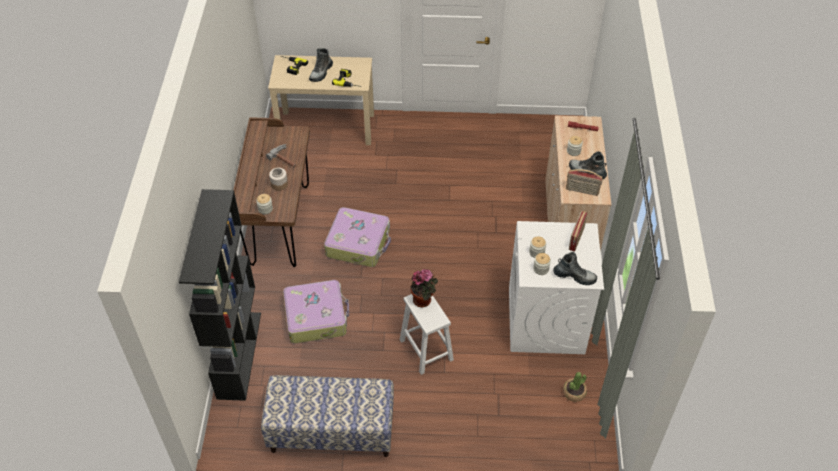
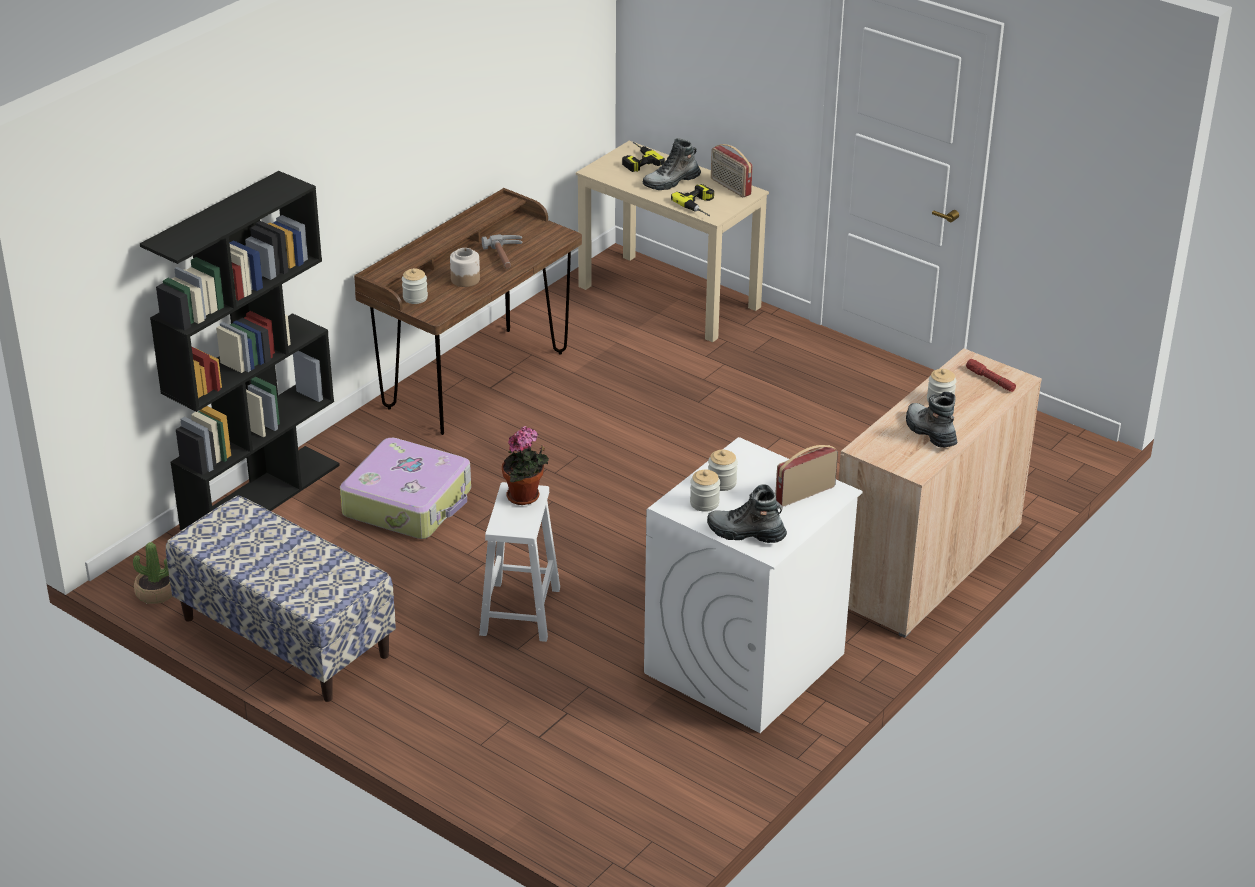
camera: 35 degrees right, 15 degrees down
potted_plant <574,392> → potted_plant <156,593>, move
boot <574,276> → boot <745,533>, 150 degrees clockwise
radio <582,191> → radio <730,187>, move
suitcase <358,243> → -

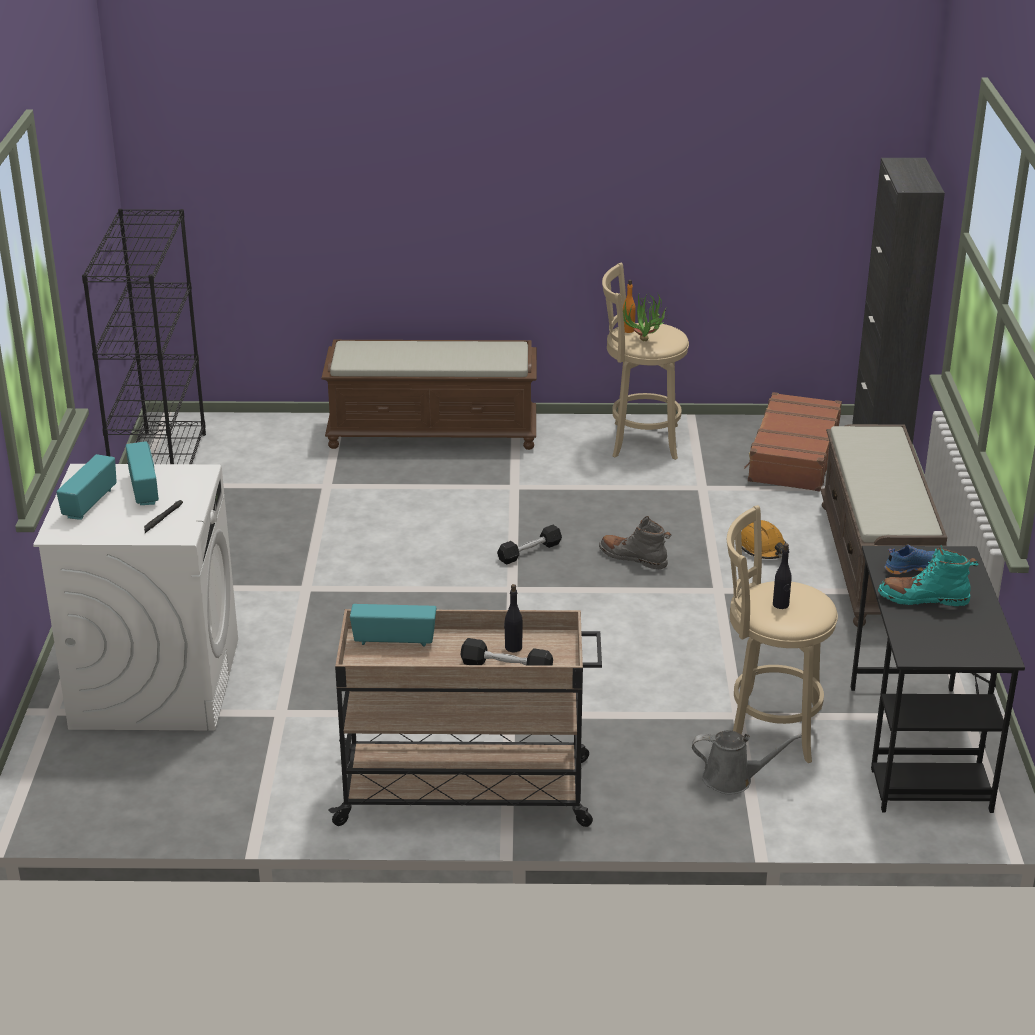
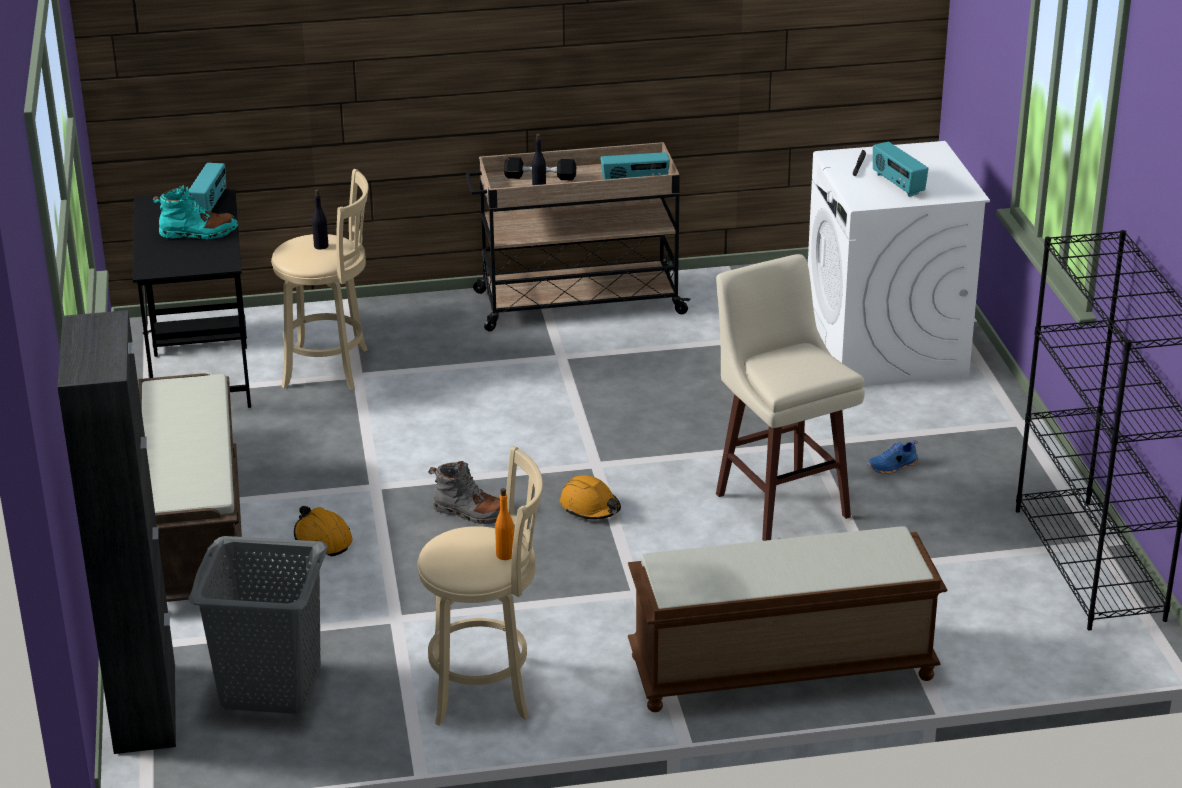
camera: 170 degrees right, 0 degrees up
brown_suitcase <792,456> → grey_laundry_basket <270,686>
radio <89,503> → radio <210,204>, move
black_dumbbell <529,552> → orange_hard_hat <590,507>
- → beige_stool <781,503>
blue_shoe <912,567> → blue_shoe <892,467>, move
potted_plant <644,344> → -
grey_watering_can <732,779> → -

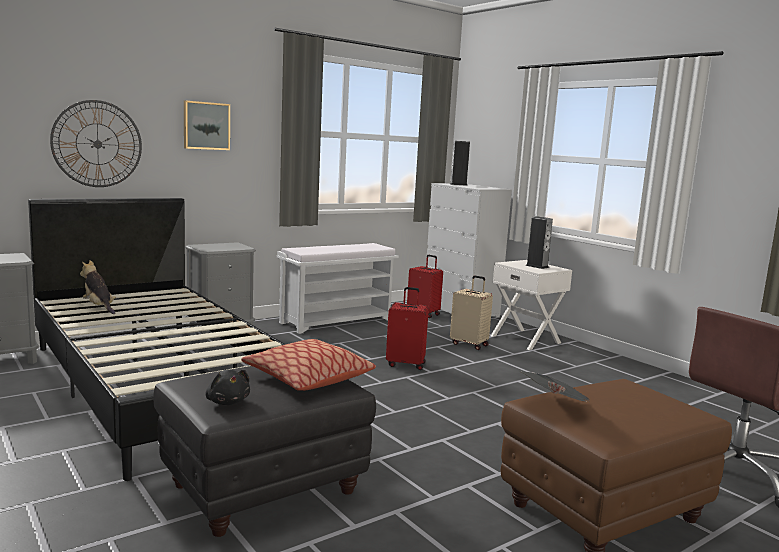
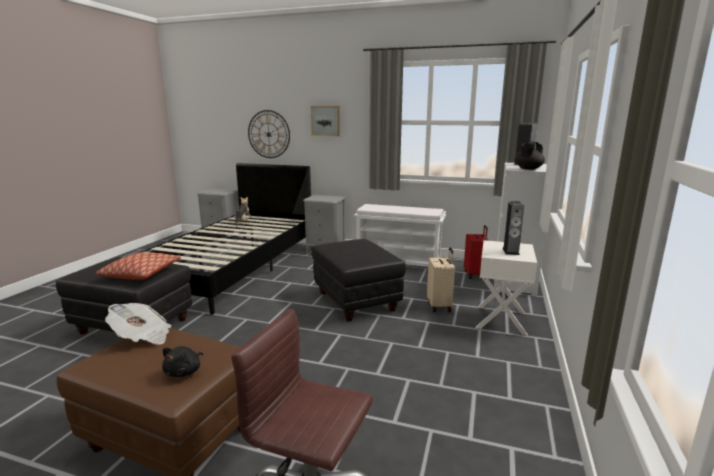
camera: 55 degrees right, 5 degrees up
black_plush_toy <227,402> → black_plush_toy <184,372>, move
red_suitcase <406,364> → black_ottoman <356,301>
- → black_teapot <528,169>

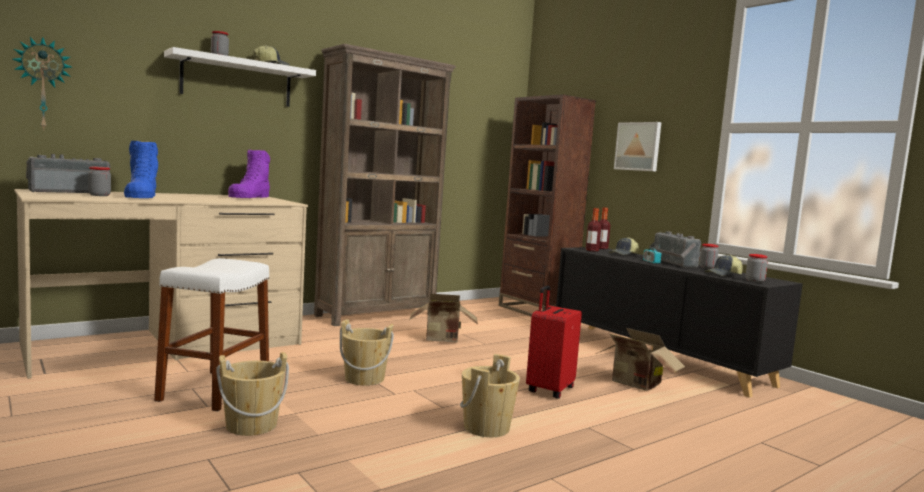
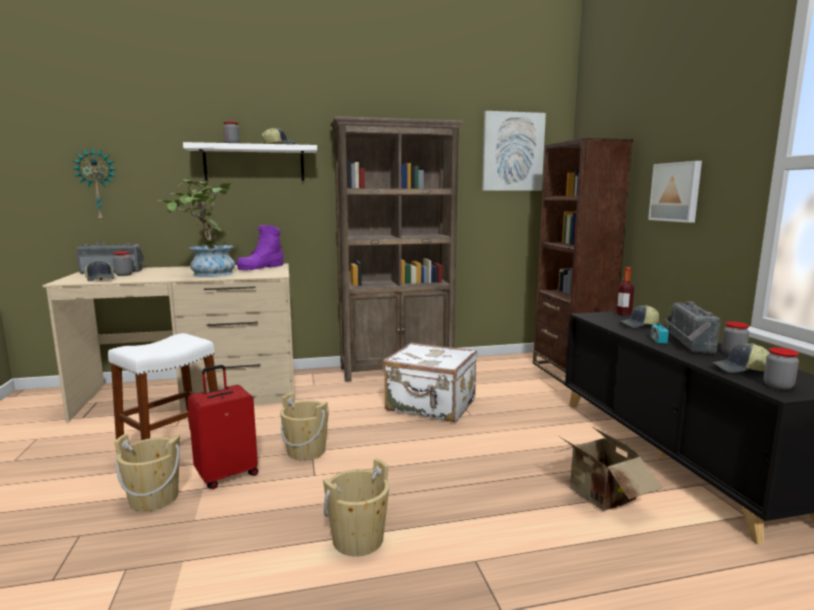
camera: 25 degrees right, 5 degrees up
- → cap <101,279>
- → potted_plant <206,274>
red_suitcase <549,390> → red_suitcase <227,475>, move
cardboard_box <443,339> → white_suitcase <431,406>
- → picture <512,152>
blue_boot <141,196> → -
bottle <592,250> → -

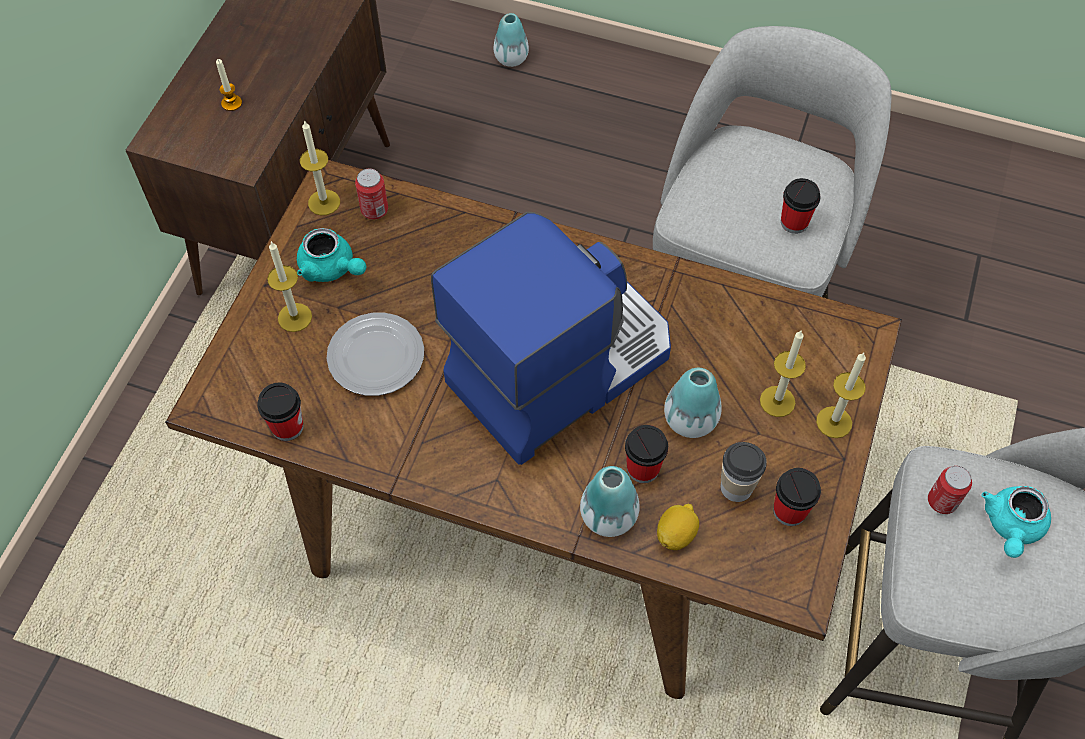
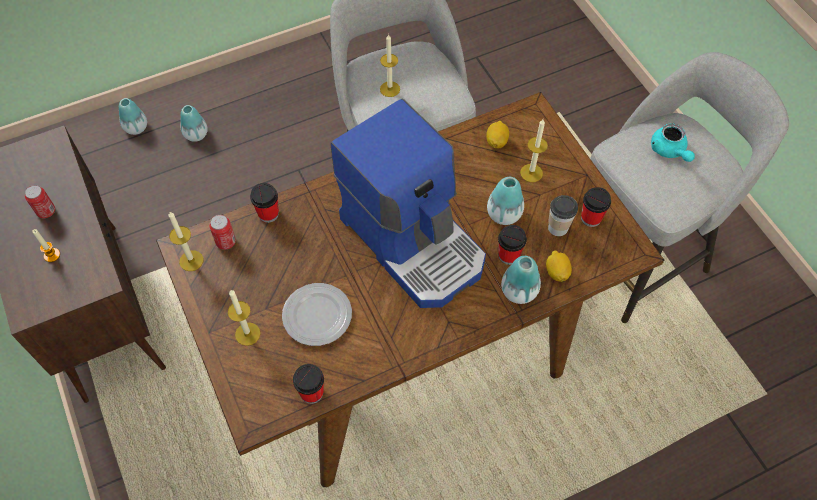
camera: 45 degrees left, 0 degrees up
can <942,501> → can <46,211>, move
- → vase <196,134>
cup <794,222> → cup <268,214>, move
coffee_machine <559,365> → coffee_machine <415,241>, 135 degrees clockwise
candle <834,422> → candle <390,89>, move
- → lemon <496,141>
turquoise_teapot <331,269> → -

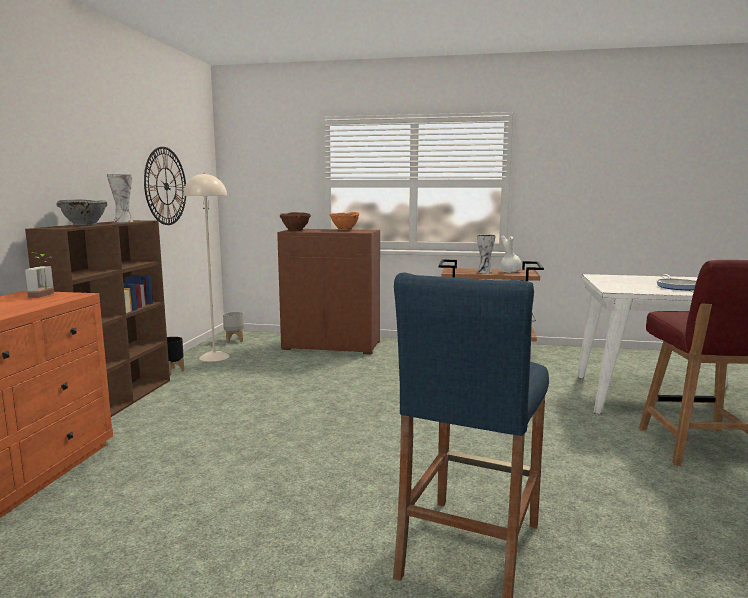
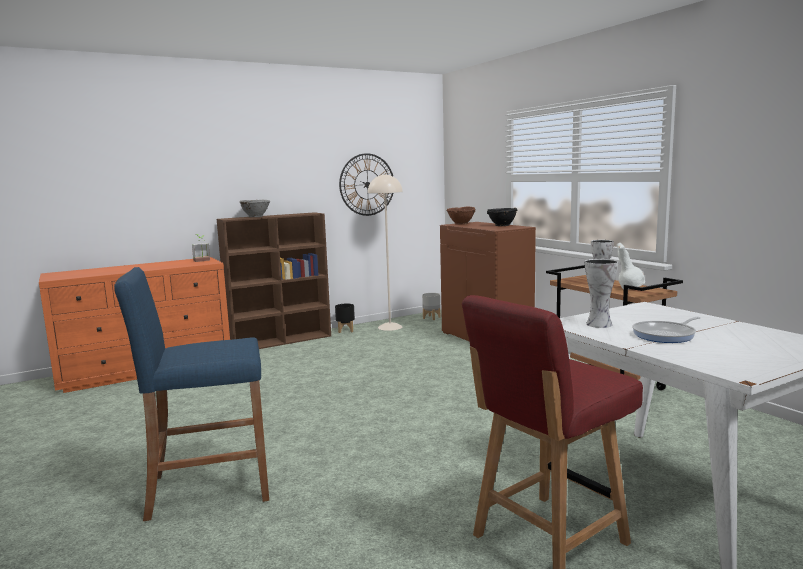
camera: 50 degrees right, 0 degrees up
orange_bowl <344,230> → black_bowl <502,225>
vase <123,221> → vase <598,324>, move

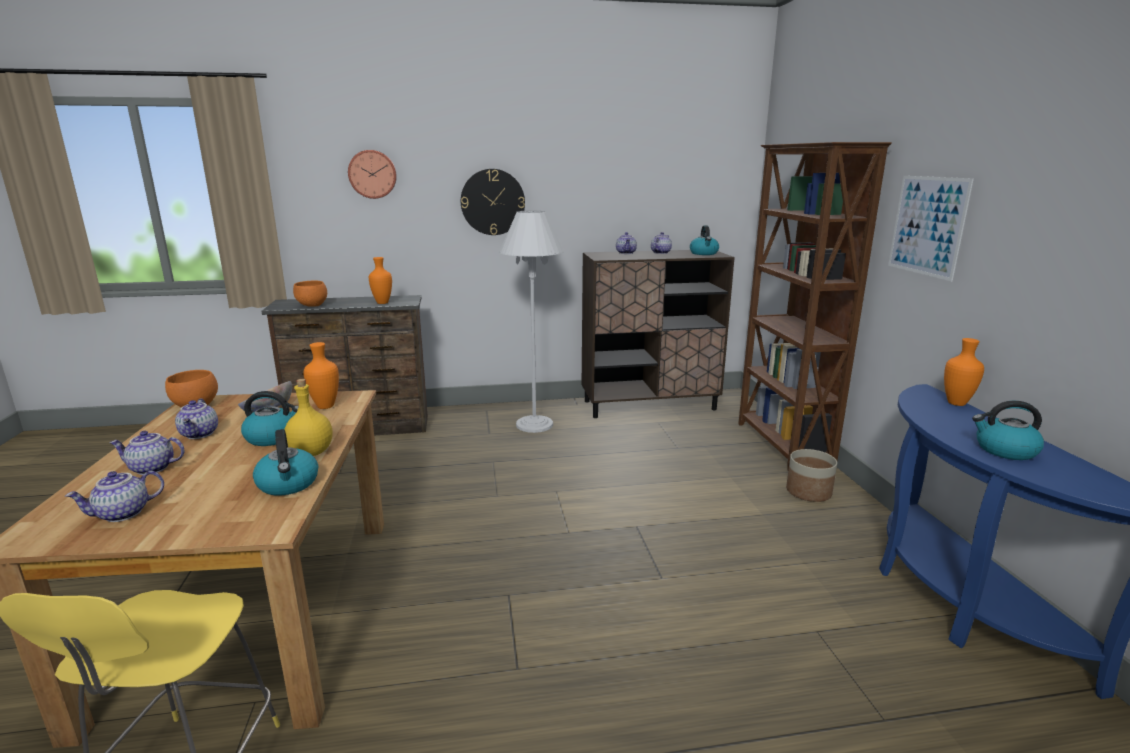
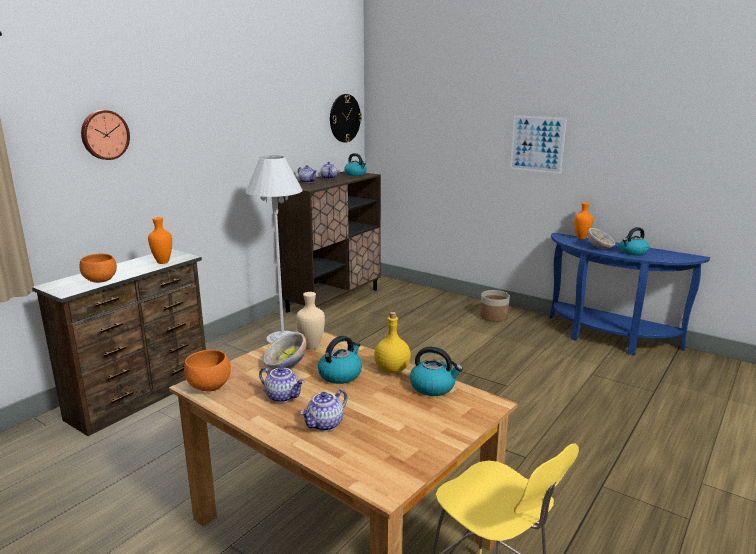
camera: 45 degrees left, 0 degrees up
orange_vase <324,406> → beige_vase <311,347>
wall_clock <492,202> → wall_clock <344,118>, move
- → bowl <600,248>
teapot <122,514> → -
brown_bookcase <782,445> → -

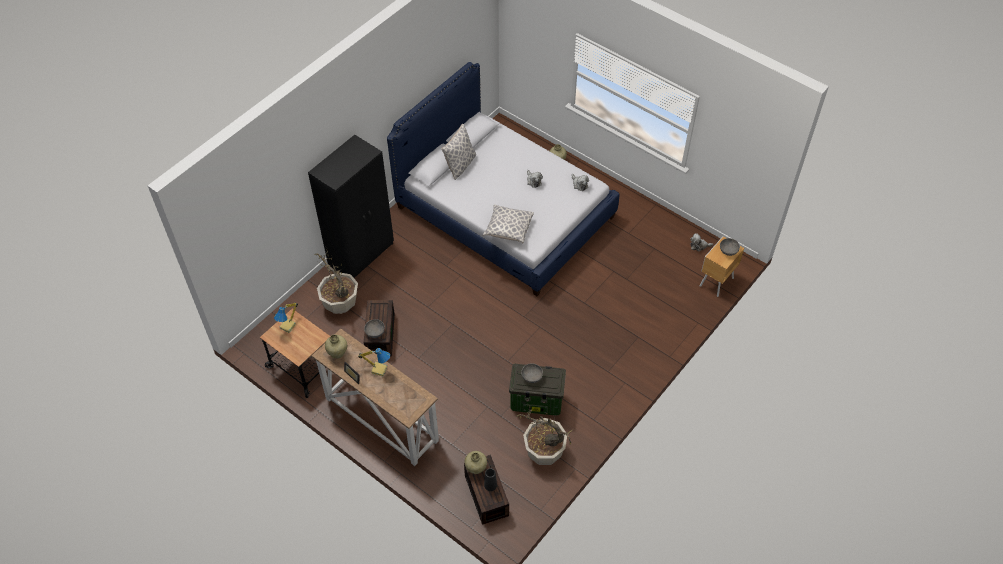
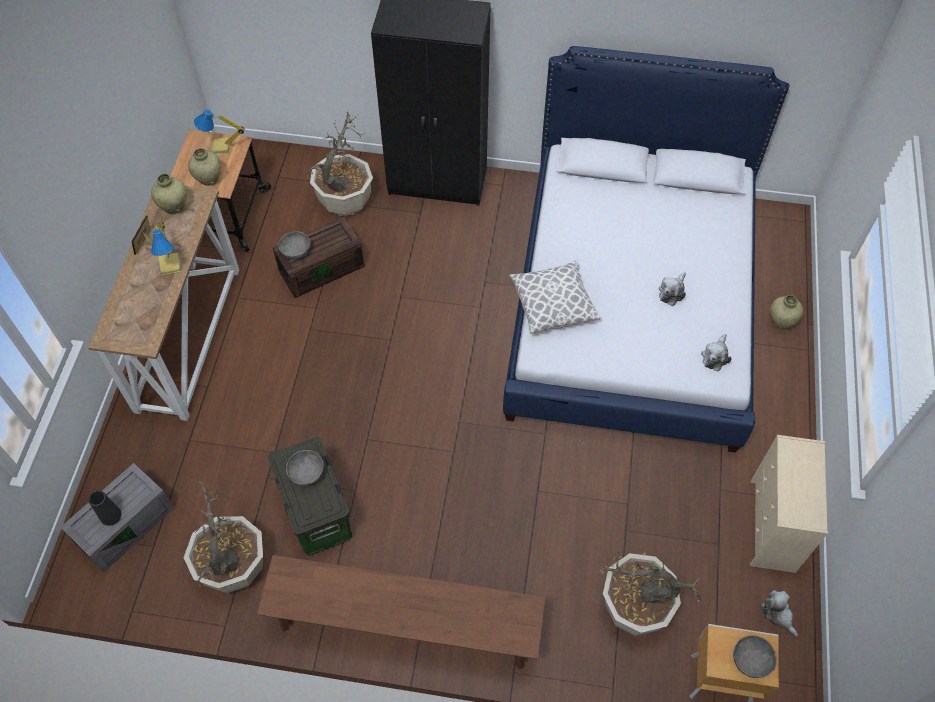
camera: 60 degrees right, 5 degrees up
brown_storage_box <485,495> → grey_storage_box <125,524>
beige_vase <476,468> → beige_vase <209,179>, move
- → brown_bench <405,626>
- → potted_plant <634,607>
- → beige_dresser <772,526>
pillow <460,165> → -

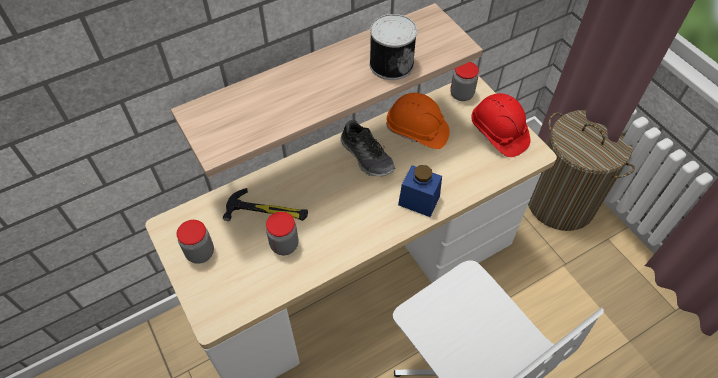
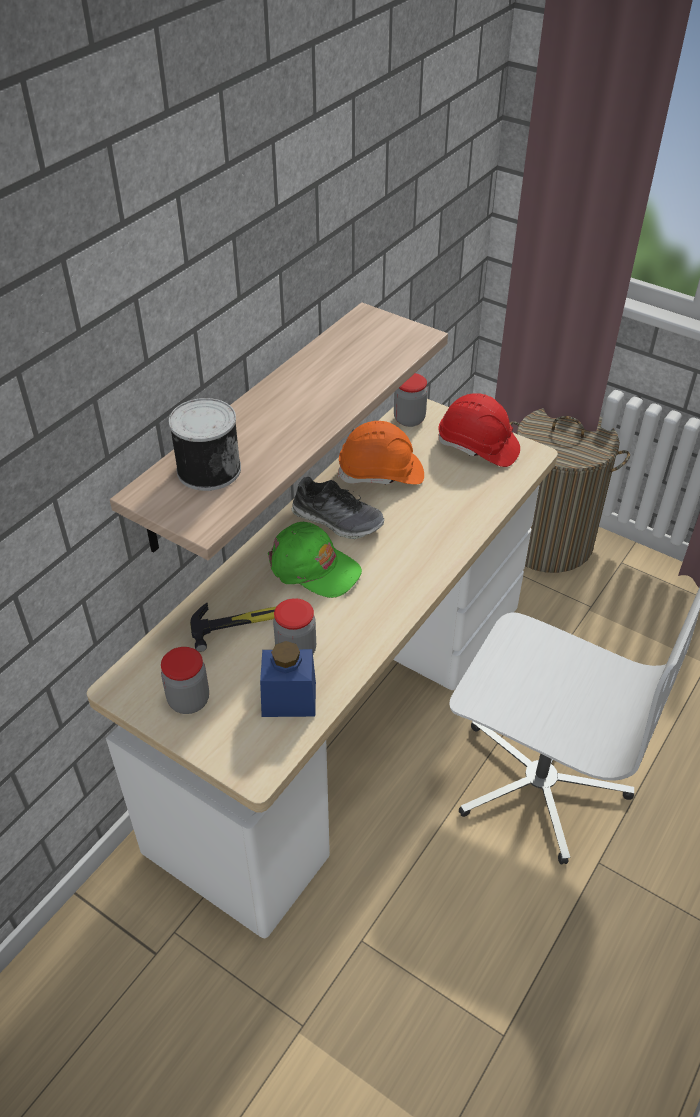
camera: 25 degrees left, 10 degrees down
can <390,63> → can <207,469>, move
blue_jar <419,200> → blue_jar <289,699>, move
- → green_cap <314,568>

